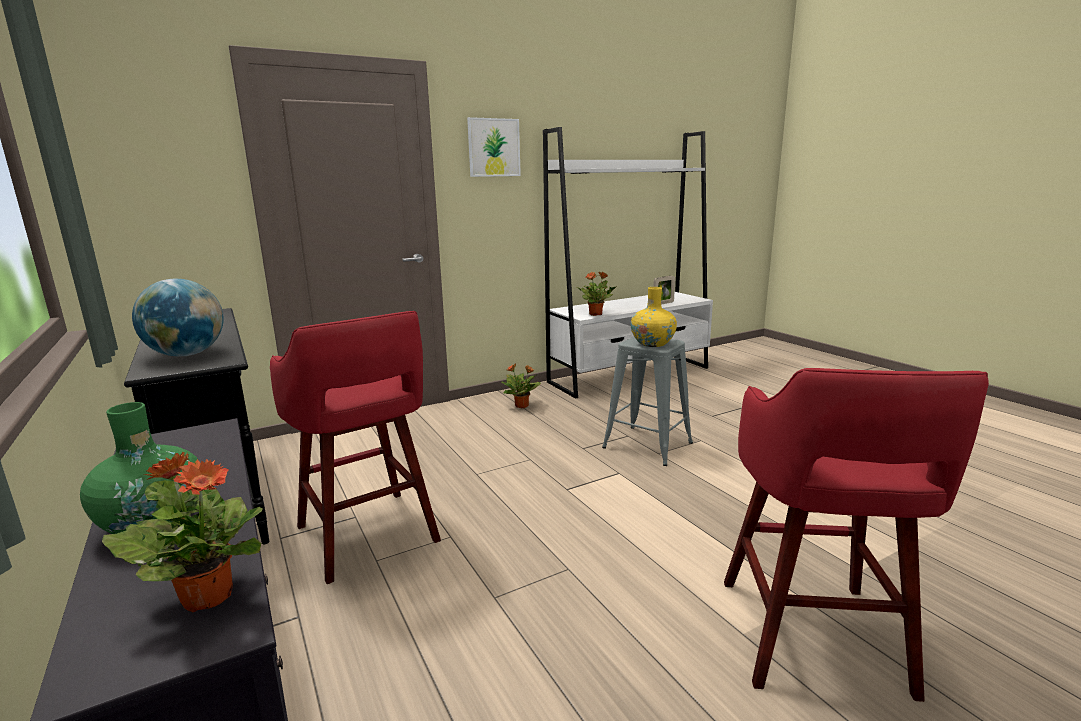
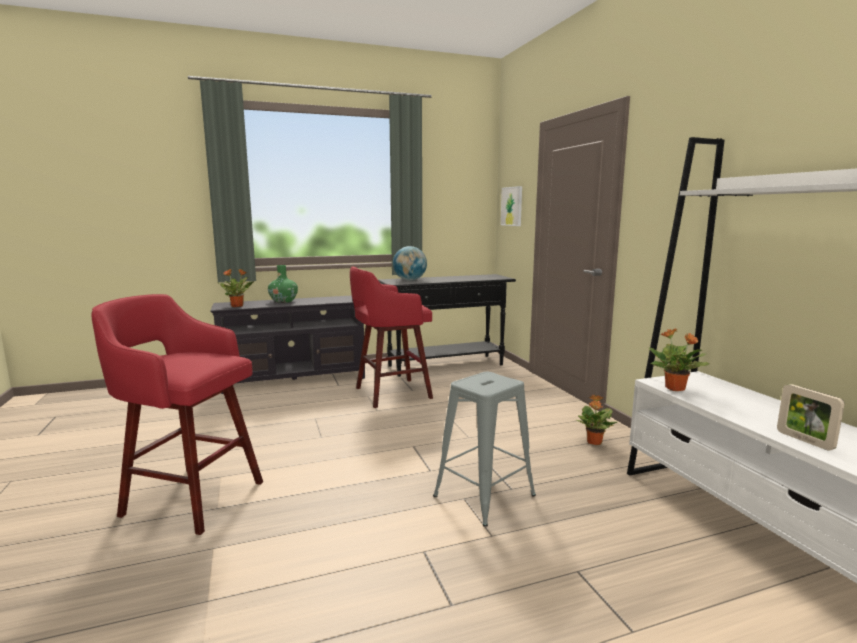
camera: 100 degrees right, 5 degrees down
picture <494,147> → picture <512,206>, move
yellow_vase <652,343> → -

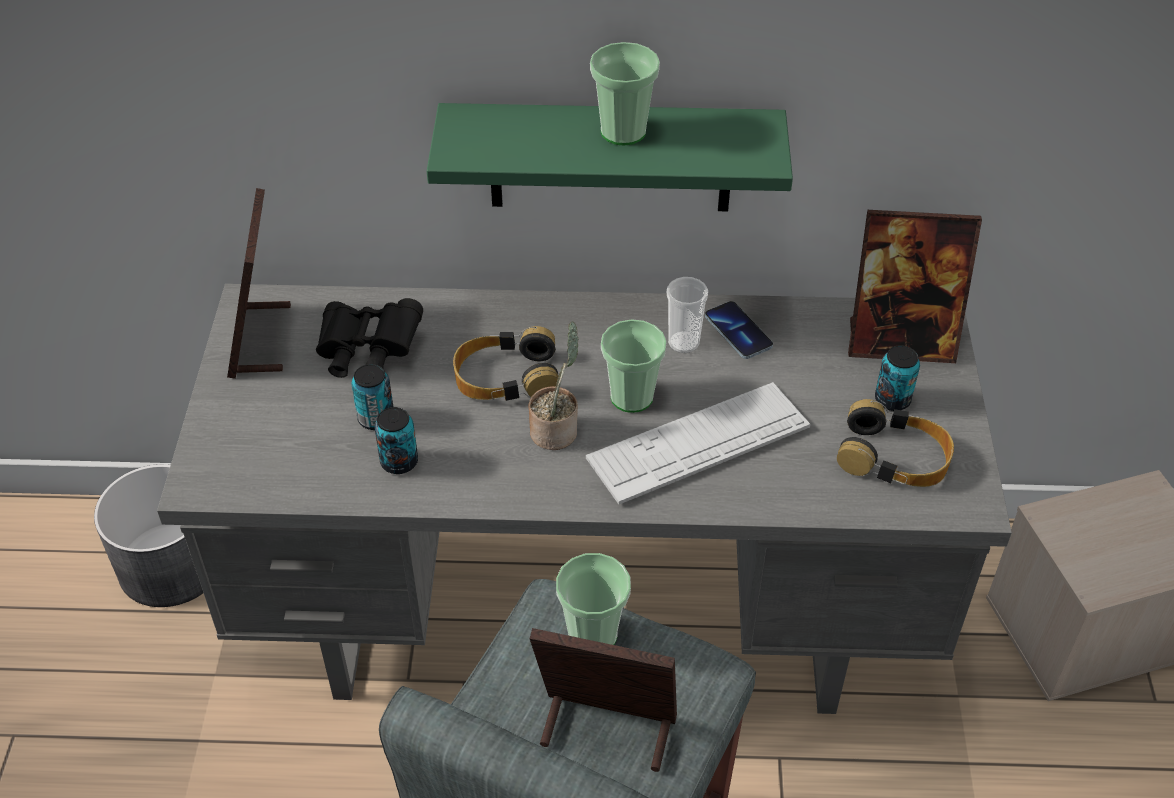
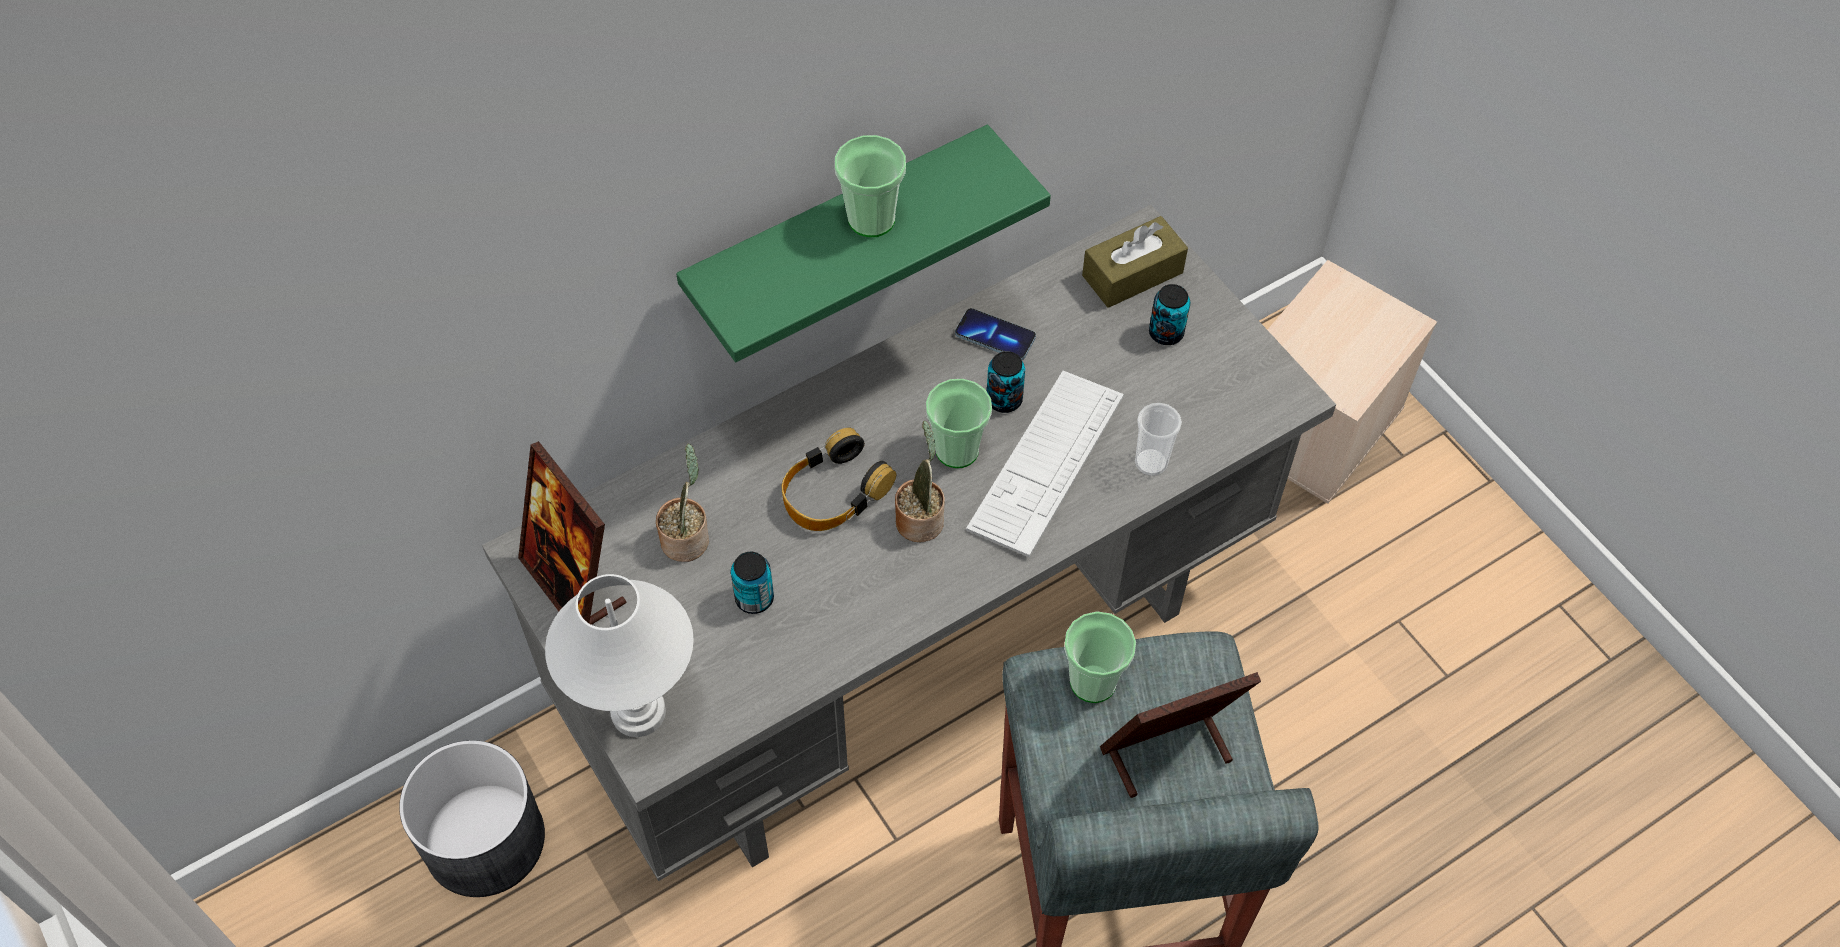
camera: 35 degrees left, 10 degrees up
- → white_table_lamp <639,711>
black_binoculars <367,352> → potted_plant <687,538>
can <399,462> → can <1004,400>, move
picture_frame <900,342> → brown_tissue_box <1132,274>
cup <683,343> → cup <1151,462>, move
headphones <894,457> → -

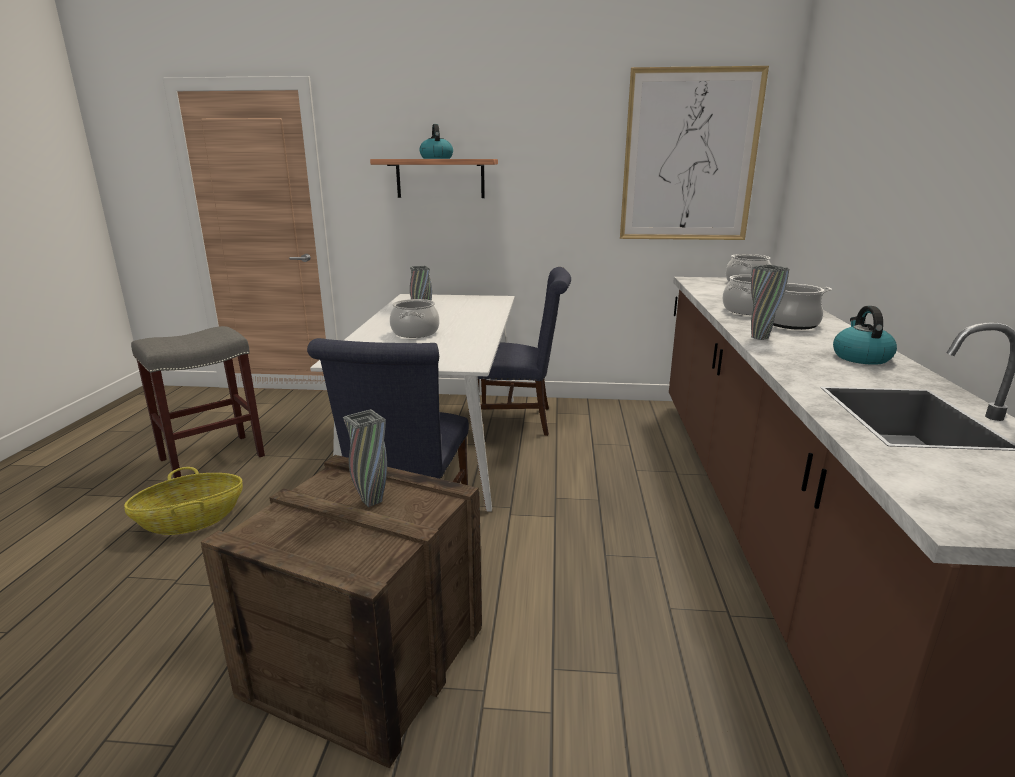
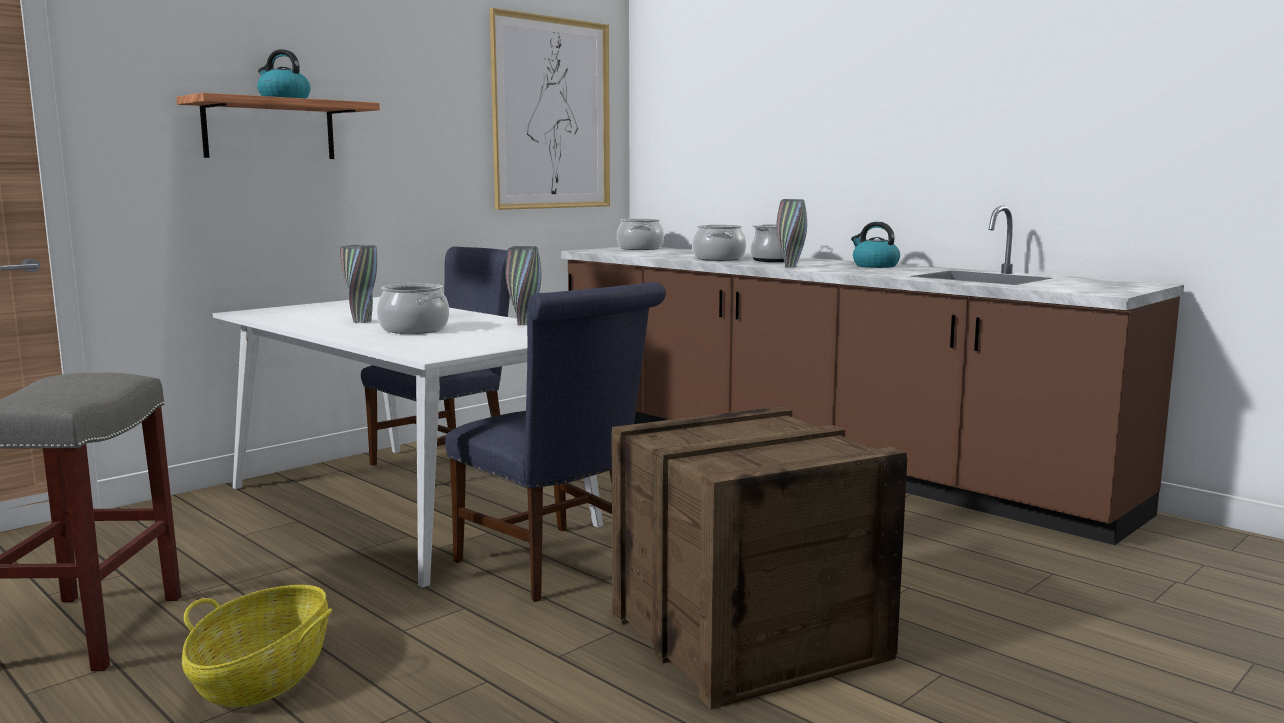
camera: 50 degrees left, 10 degrees down
grey_vase <371,501> → grey_vase <524,324>, move

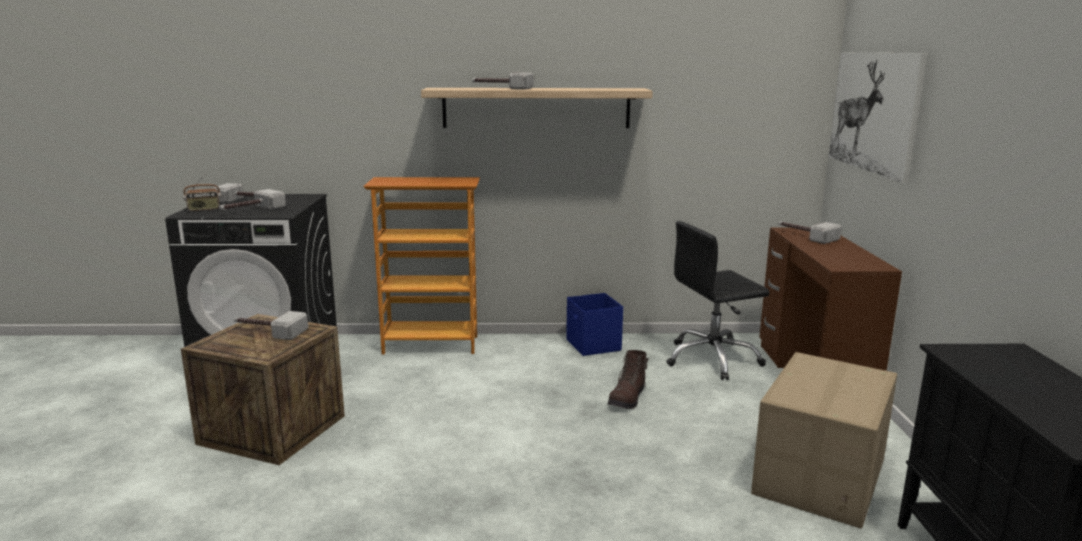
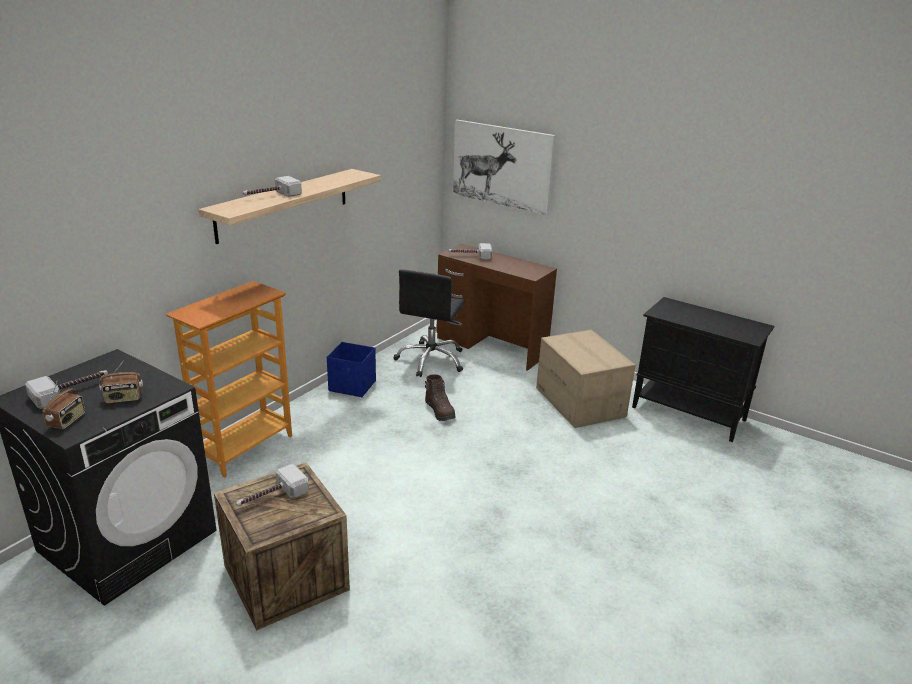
camera: 55 degrees left, 10 degrees up
hammer <251,210> → radio <123,399>

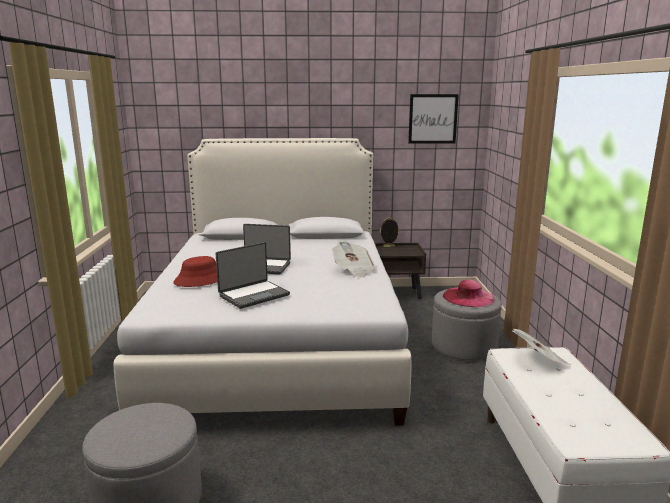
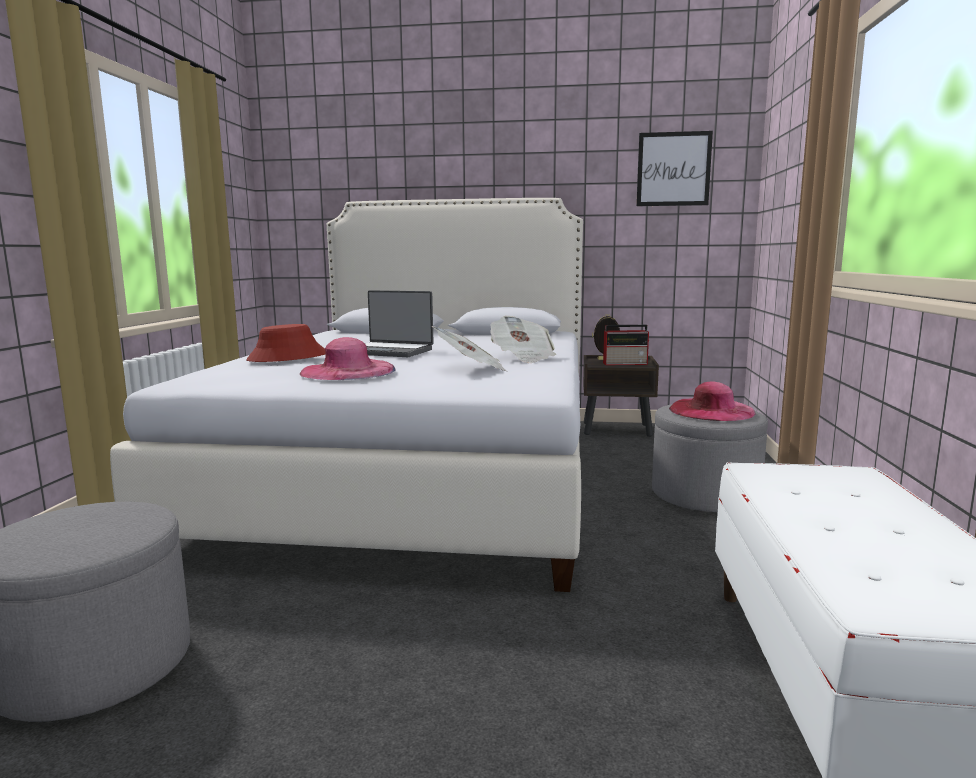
camera: 10 degrees right, 5 degrees down
laptop <253,295> → pink_hat <348,371>
newspaper <539,361> → newspaper <471,369>, move
- → radio <626,363>

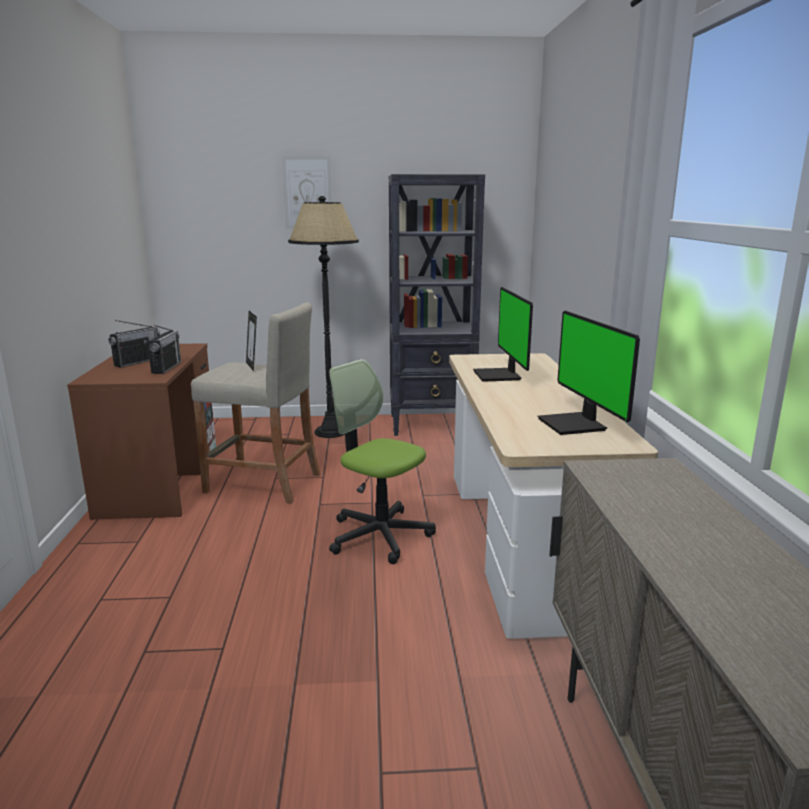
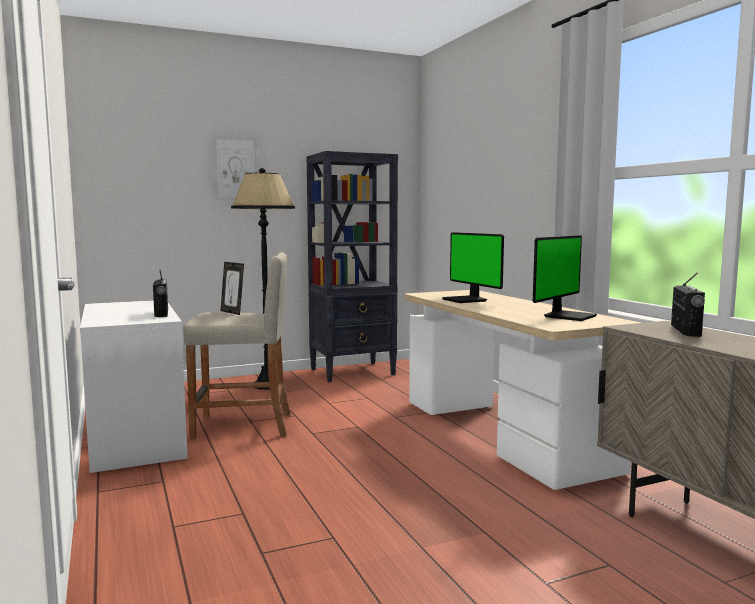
camera: 20 degrees left, 10 degrees down
brown_desk <160,482> → white_desk <135,437>
monitor <574,424> → monitor <568,316>, 105 degrees counterclockwise
radio <137,362> → radio <685,331>, move
office_chair <379,535> → -

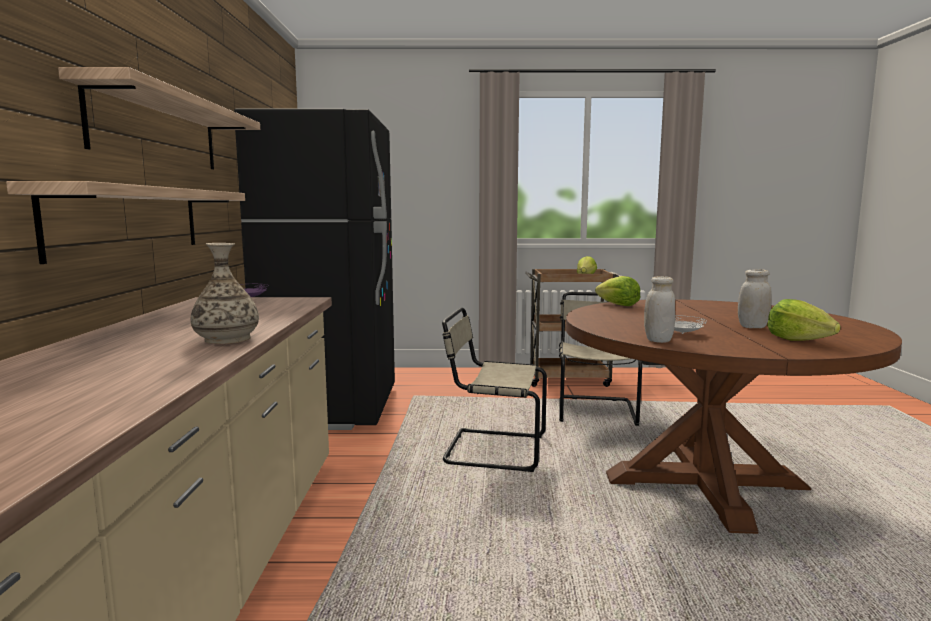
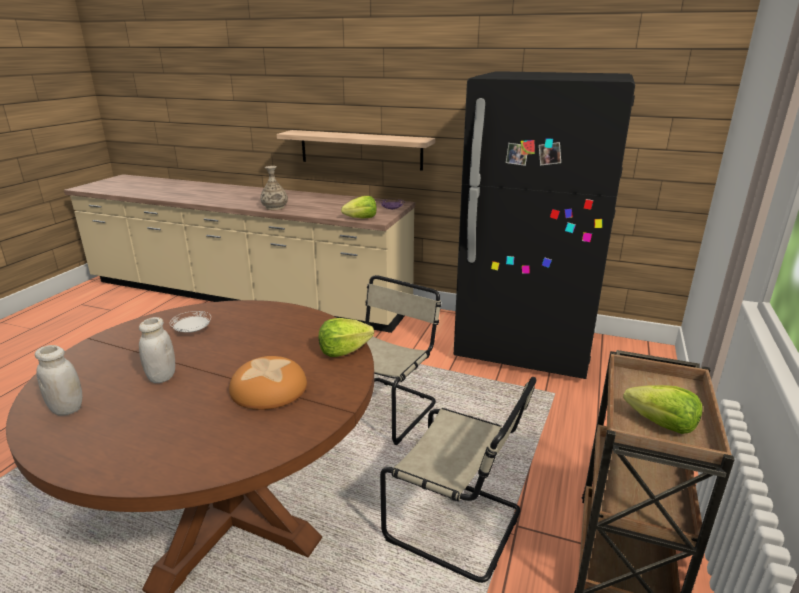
camera: 110 degrees right, 15 degrees up
white_jar <658,340> → white_jar <67,409>, move
- → bread <269,389>
lettuce <798,340> → lettuce <361,218>, move
shelf <158,131> → -

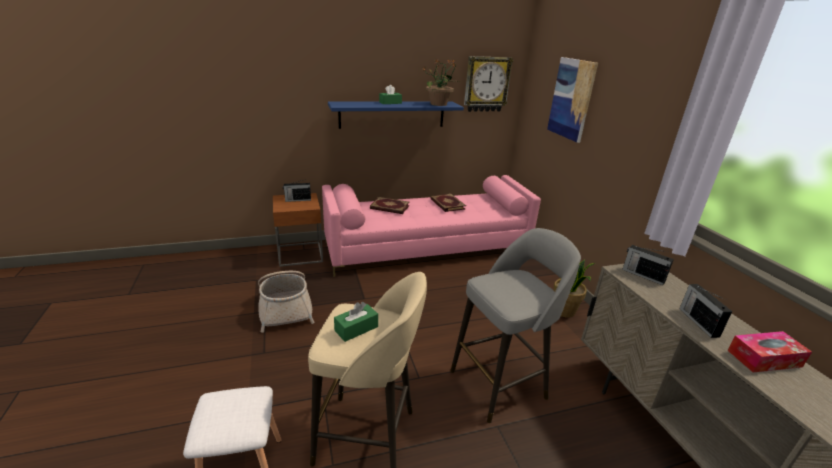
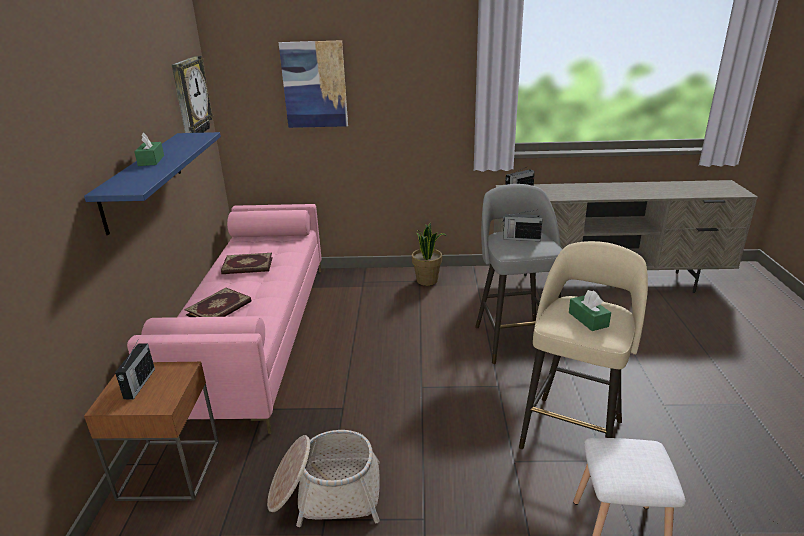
camera: 70 degrees left, 0 degrees up
radio <698,321> → radio <521,238>, move
potted_plant <439,104> → -
tissue_box <764,358> → -

